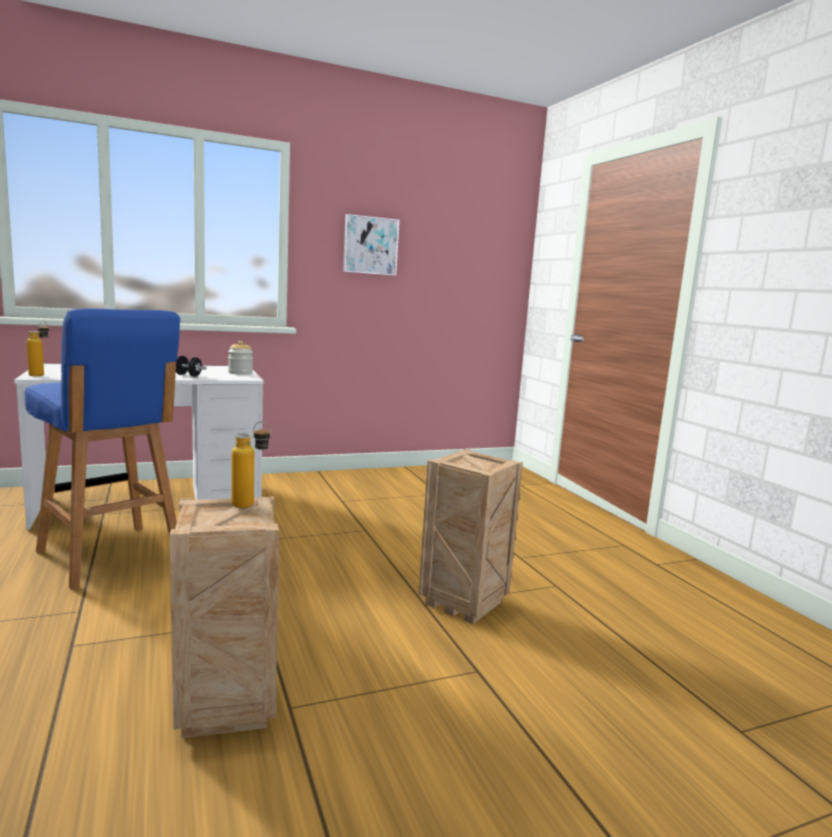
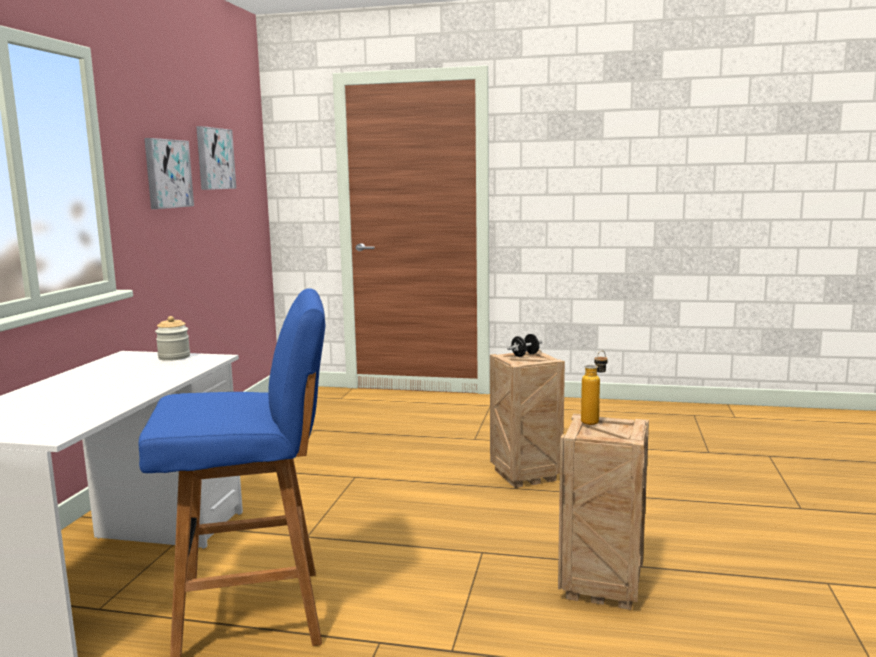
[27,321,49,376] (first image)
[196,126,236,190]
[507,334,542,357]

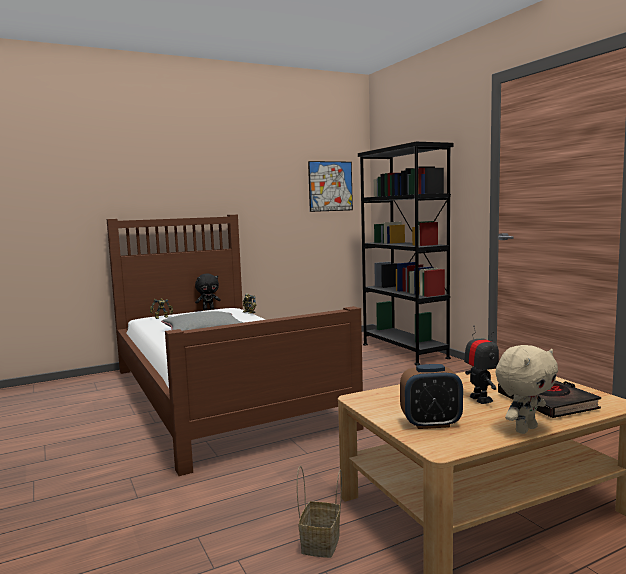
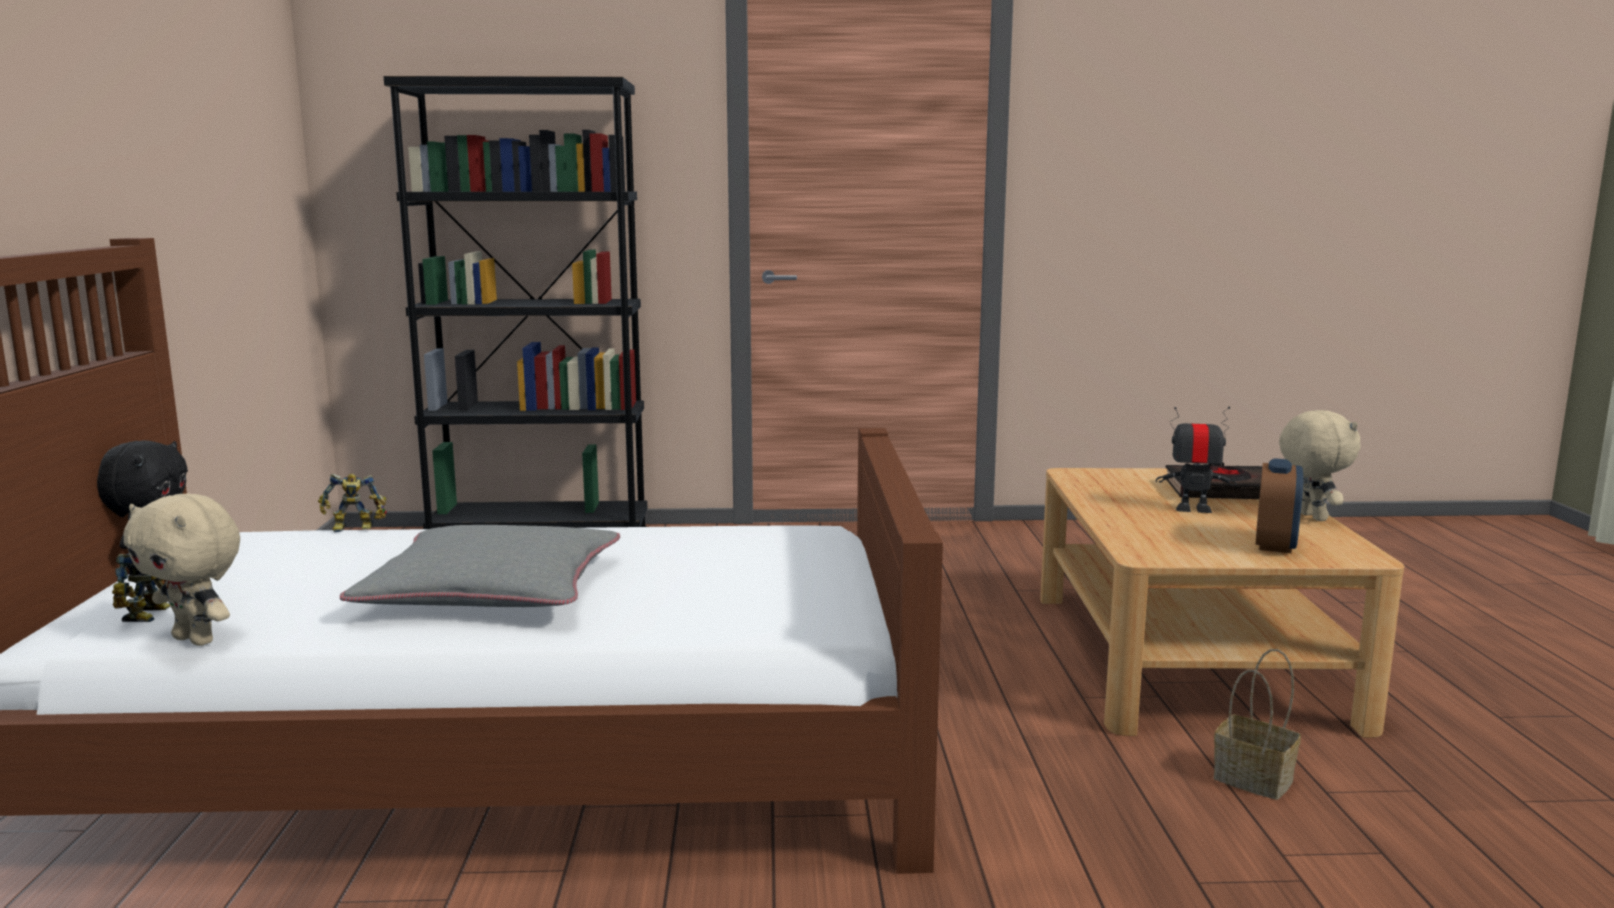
[308,161,353,212] (first image)
[124,494,240,646]

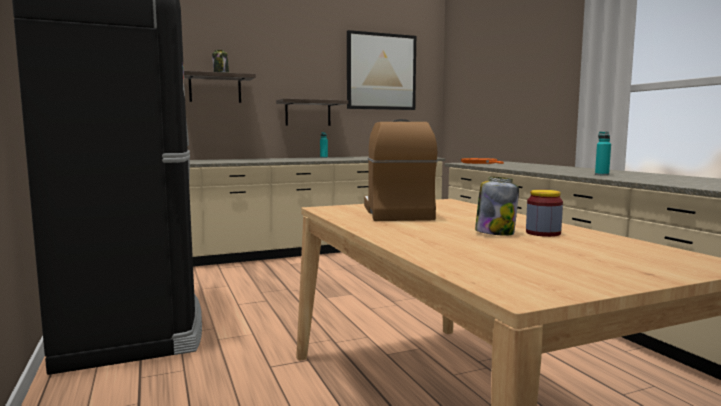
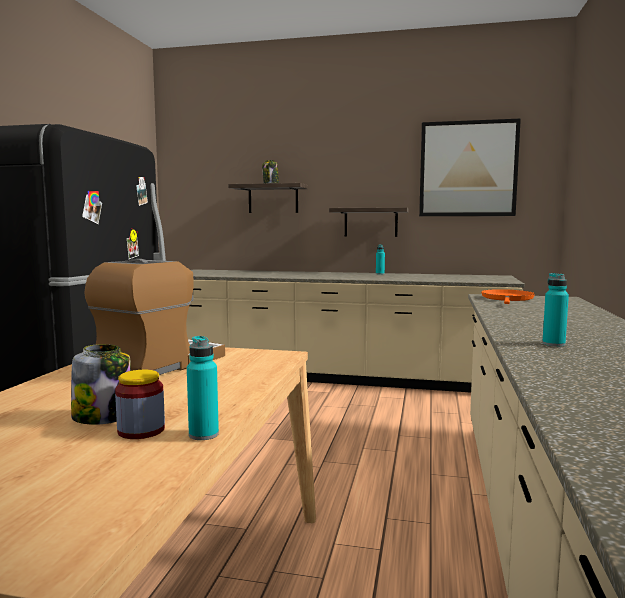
[187,336,219,440]

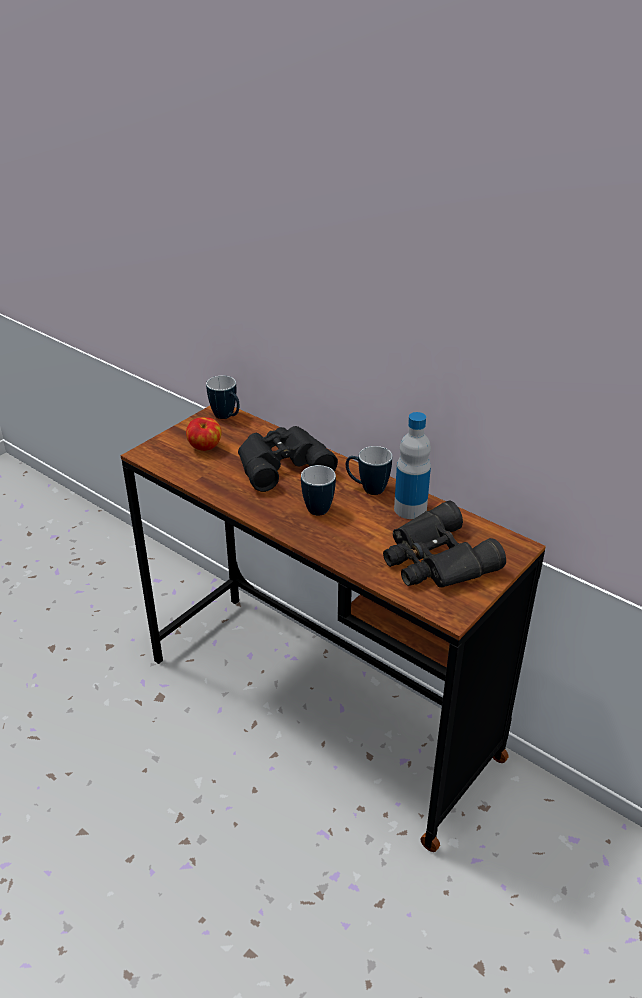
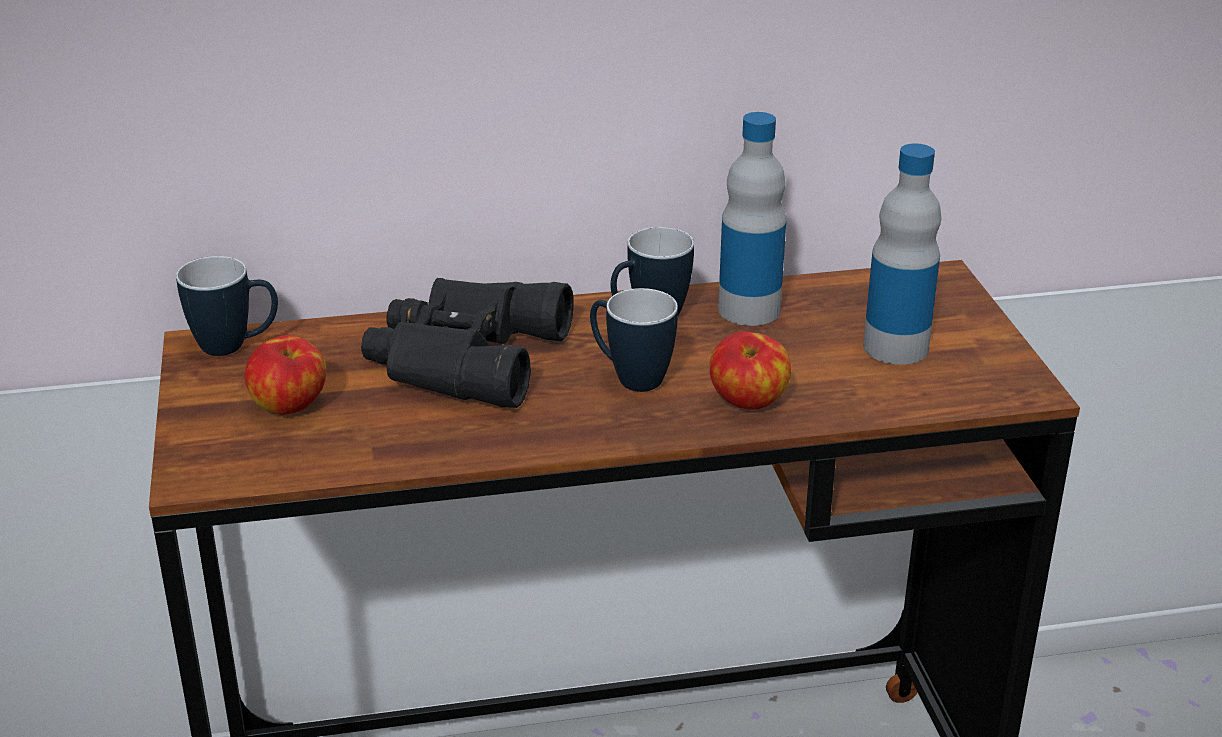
[709,331,791,410]
[863,143,941,365]

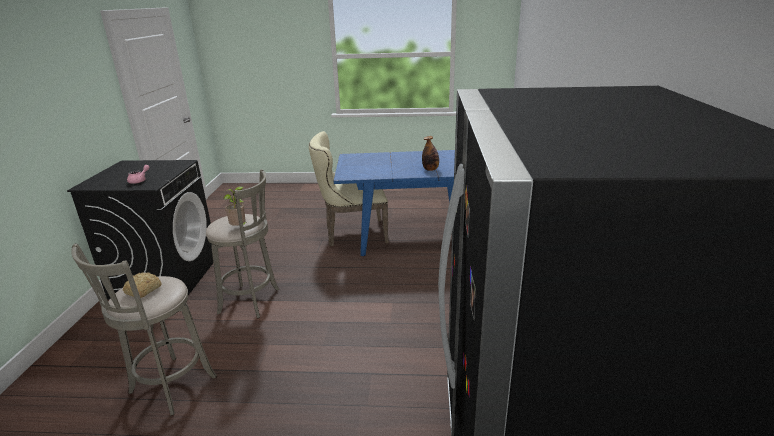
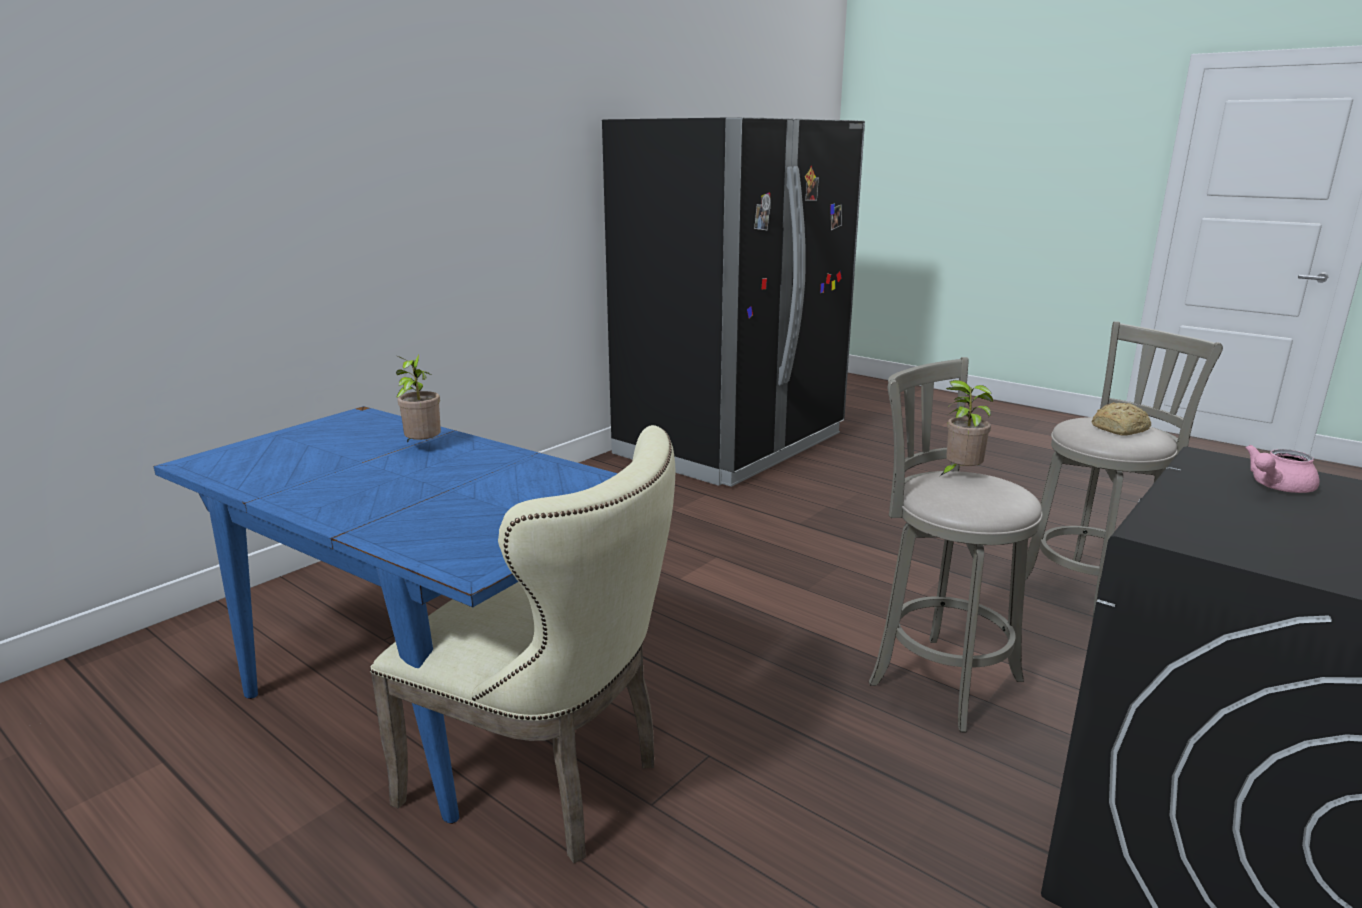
[396,354,441,442]

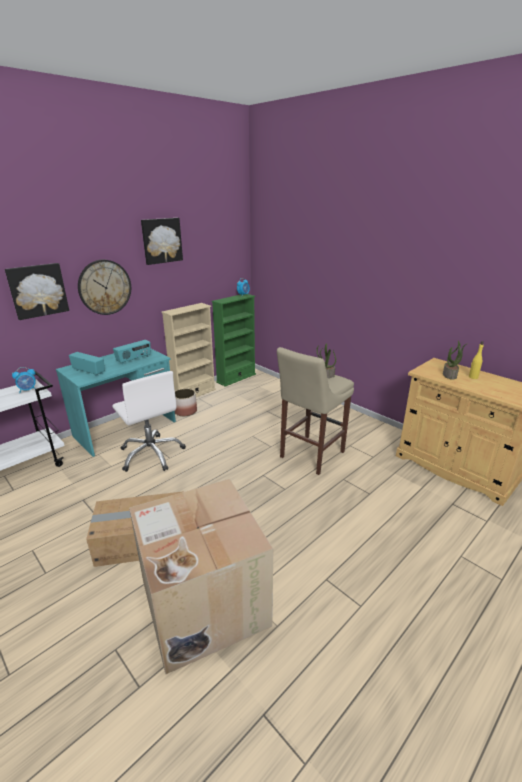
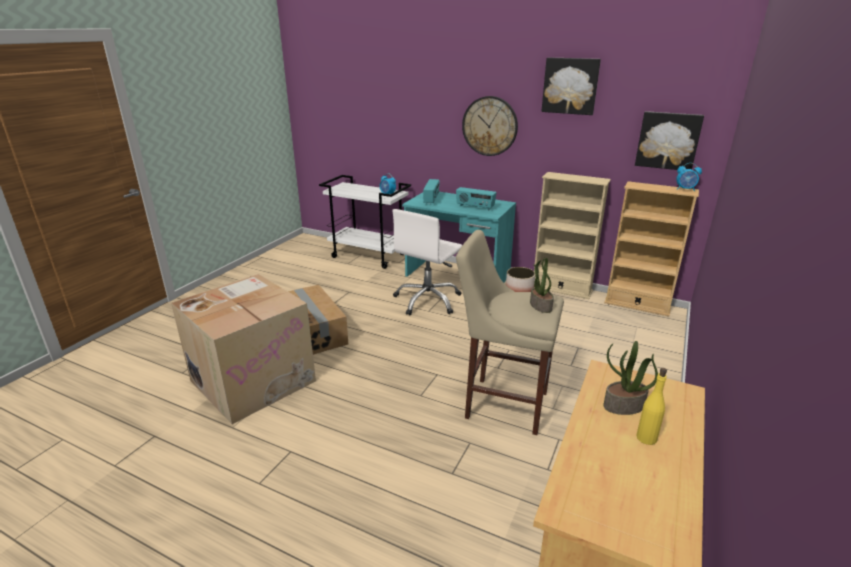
[635,111,704,170]
[604,181,699,316]

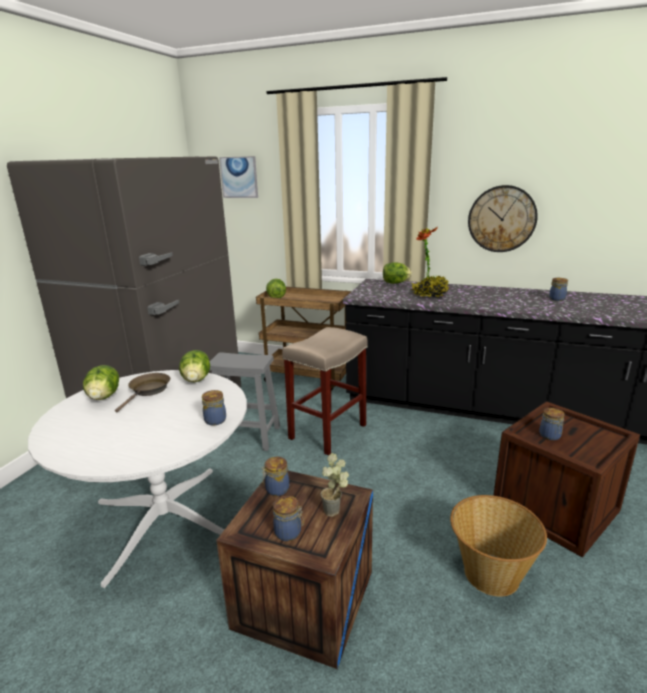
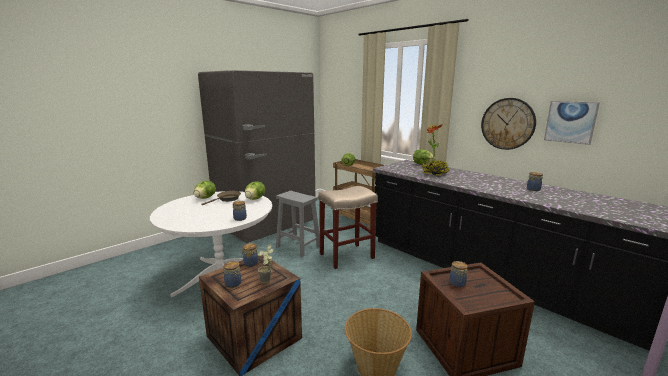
[544,101,600,145]

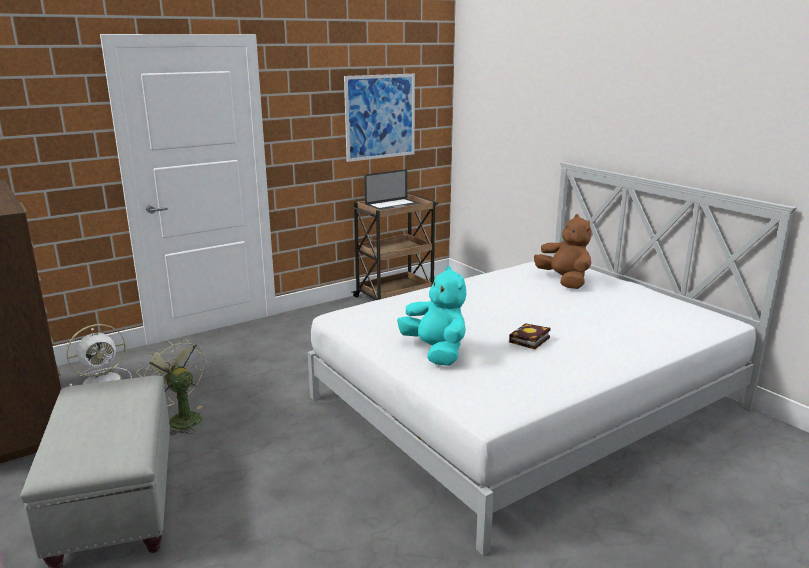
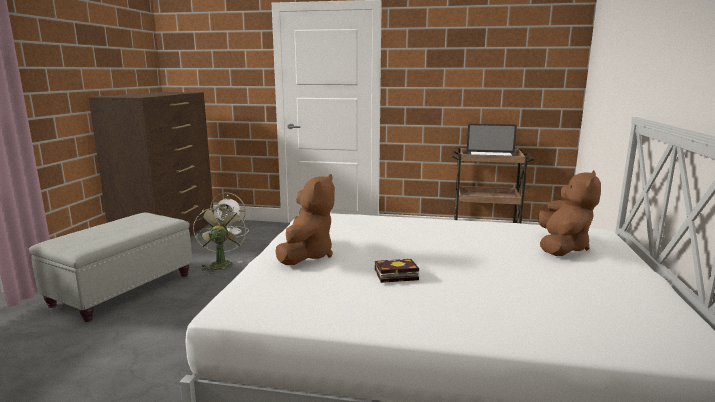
[344,74,415,162] (first image)
[275,174,335,265]

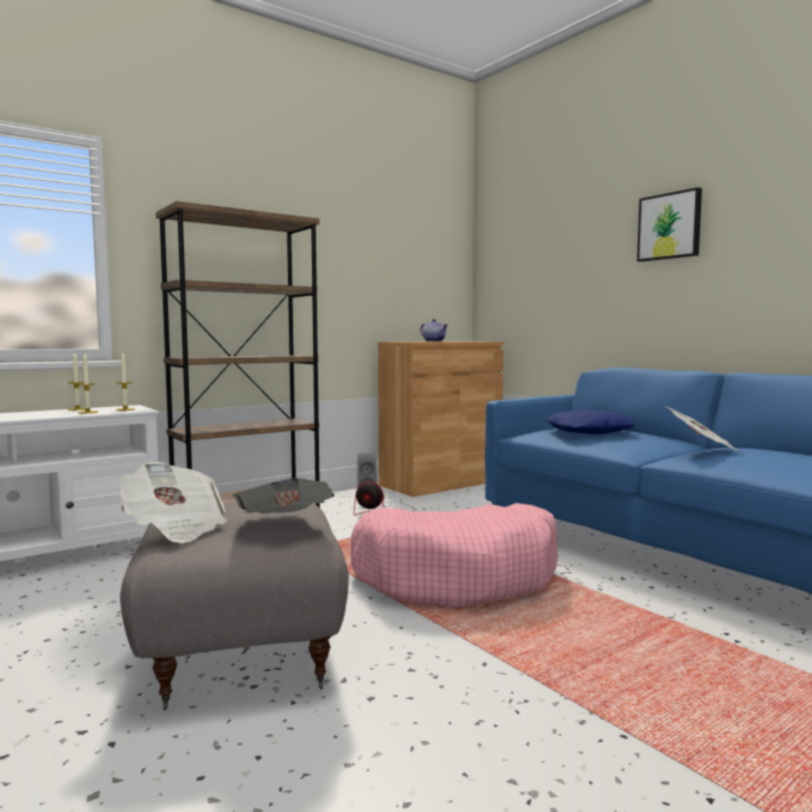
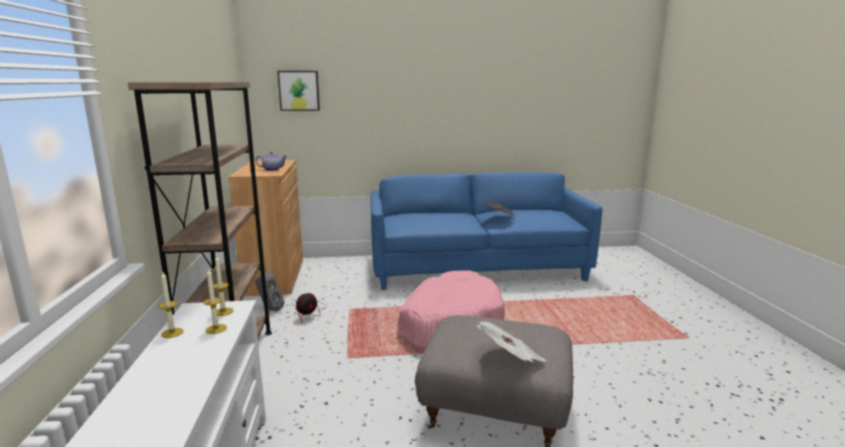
[232,478,334,513] (first image)
[547,409,635,434] (first image)
[277,71,320,111]

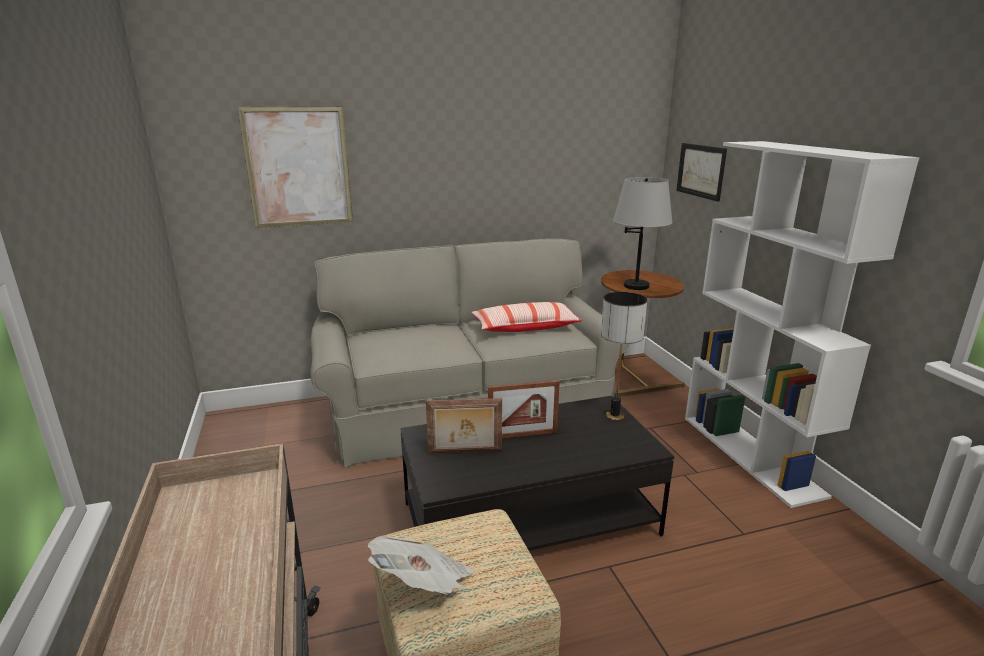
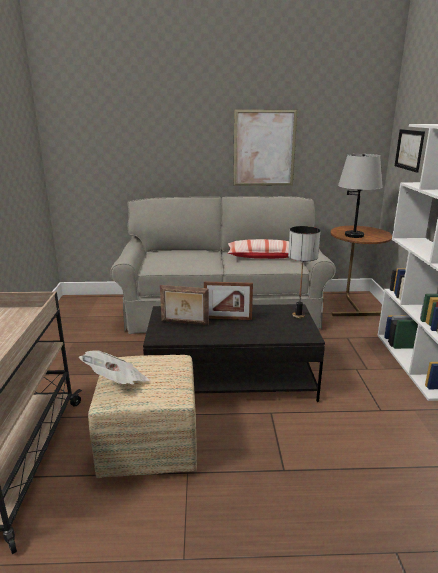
[233,109,298,186]

